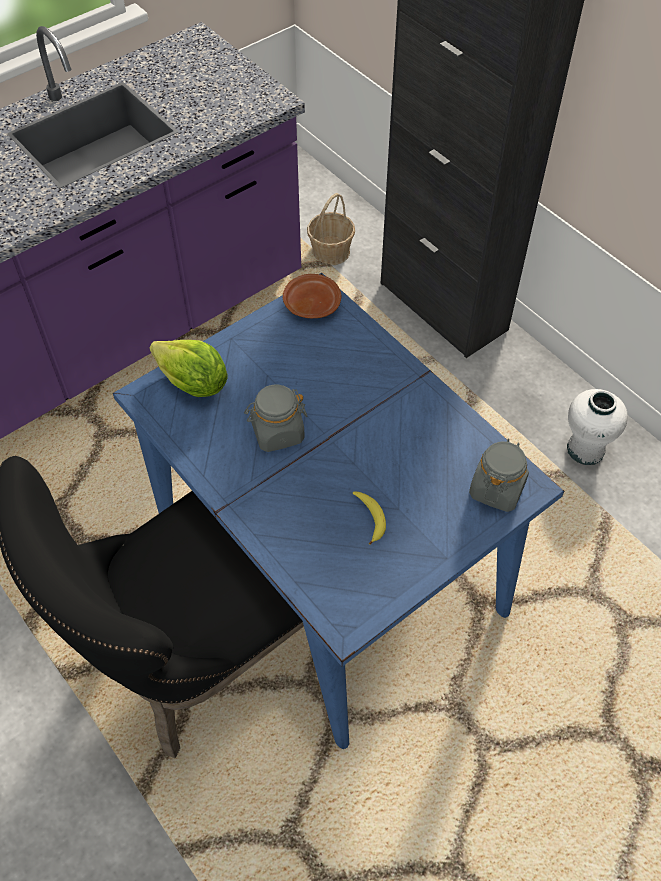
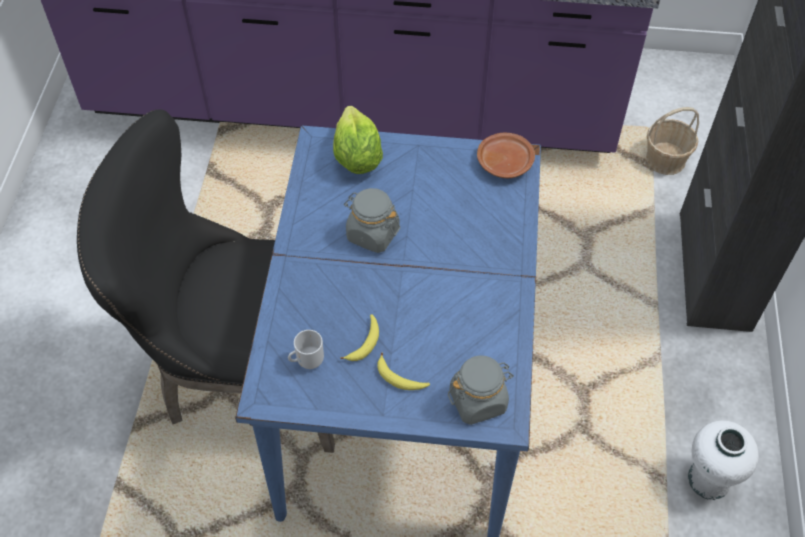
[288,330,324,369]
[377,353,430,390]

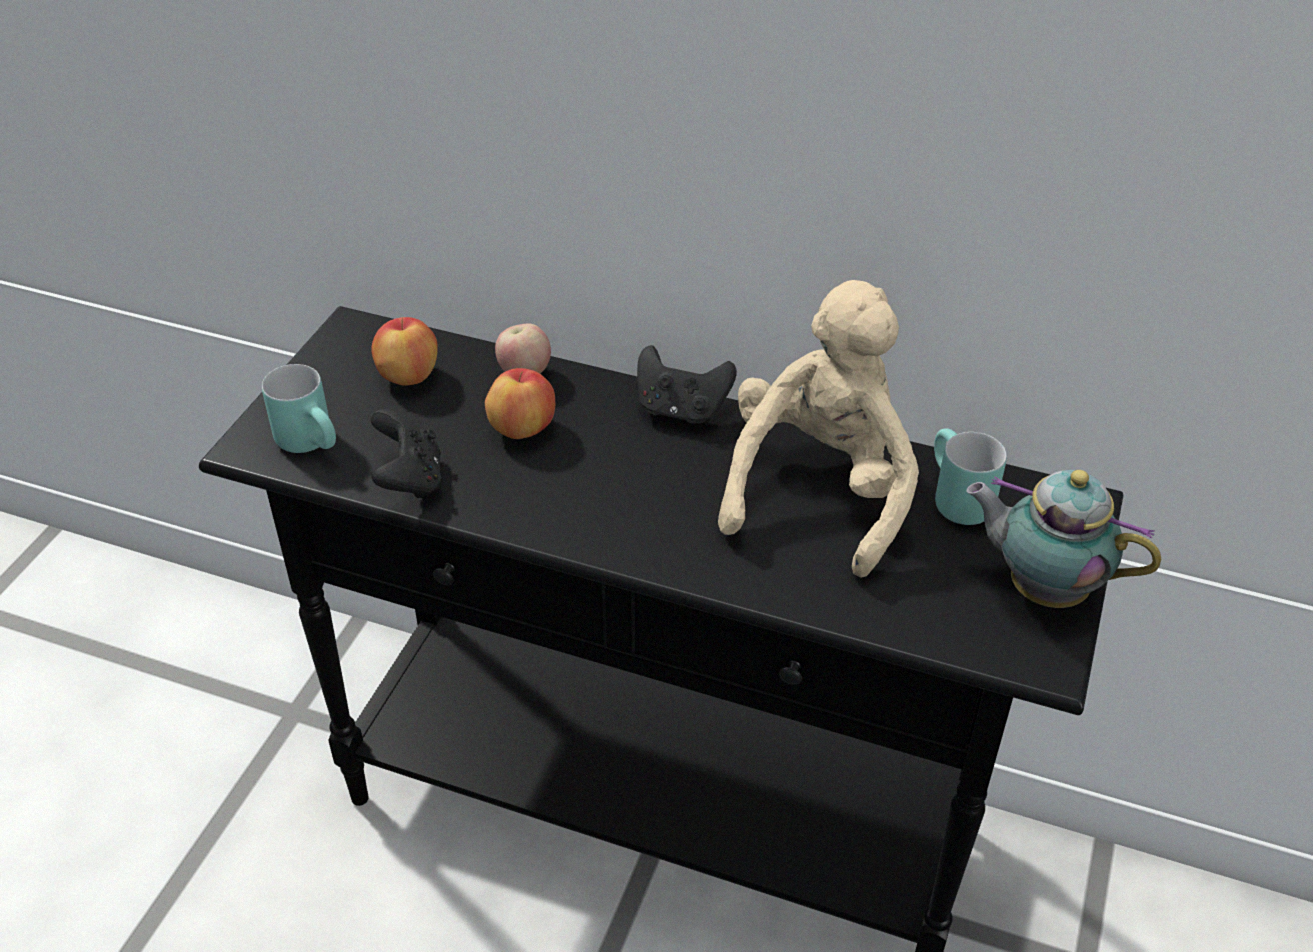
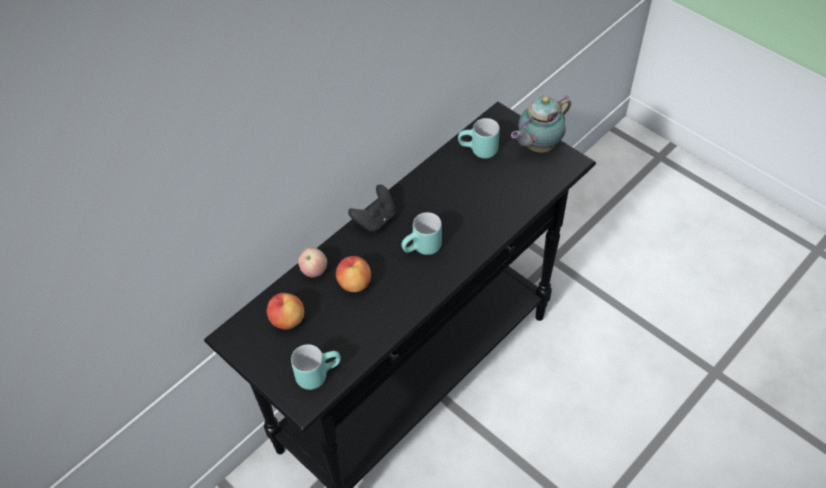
[371,409,442,500] (first image)
[718,280,919,577] (first image)
[401,212,442,255]

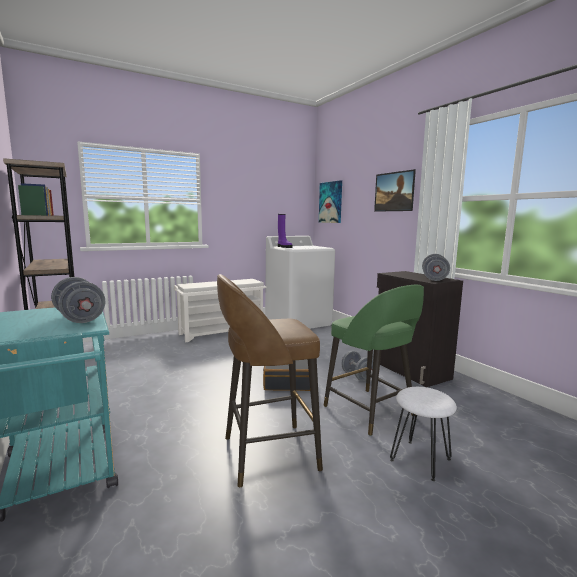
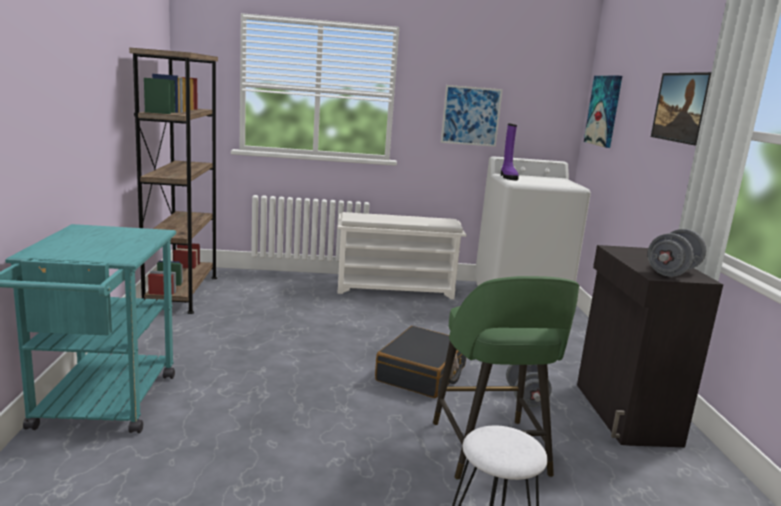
[51,277,105,323] (first image)
[217,274,323,488] (first image)
[441,85,503,147]

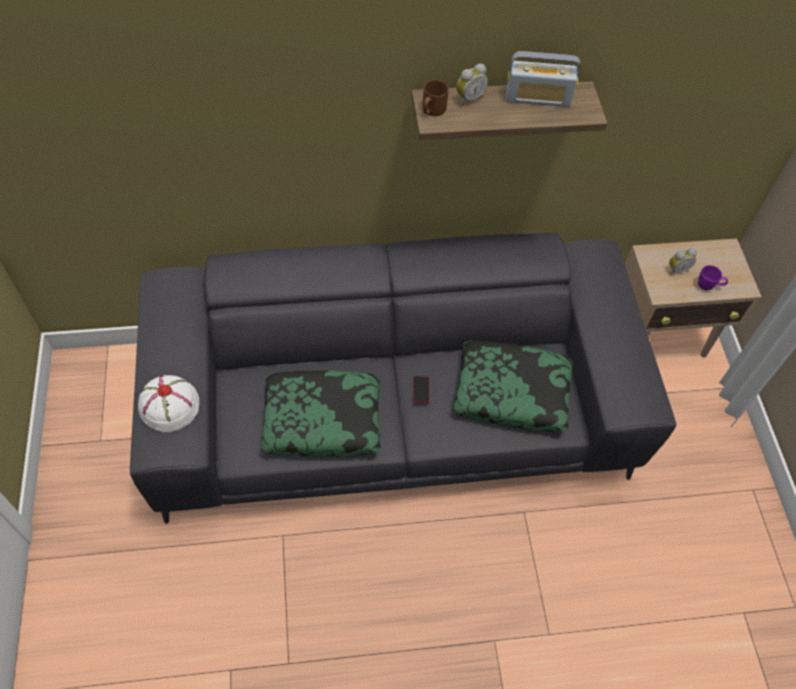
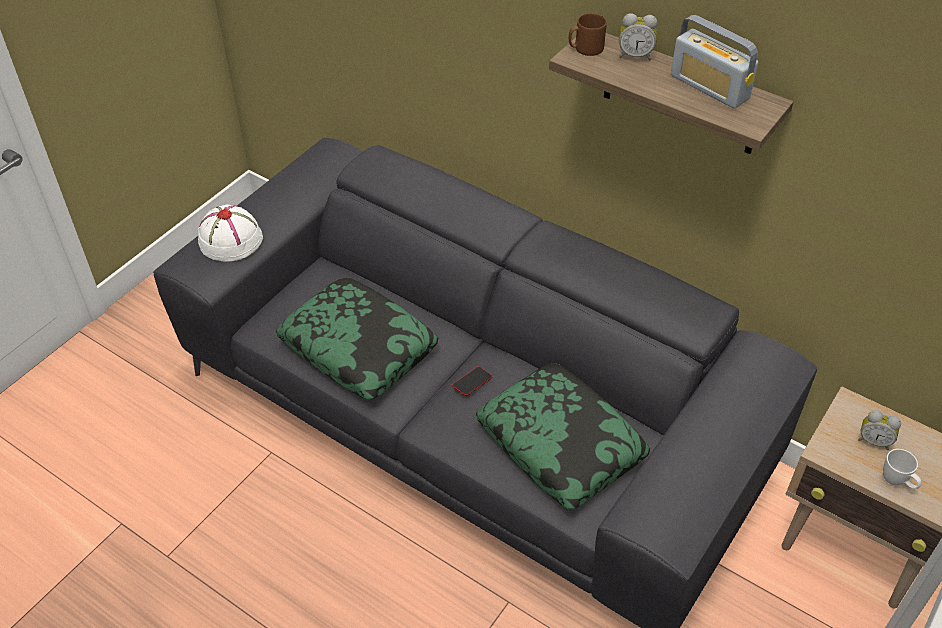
[883,449,922,489]

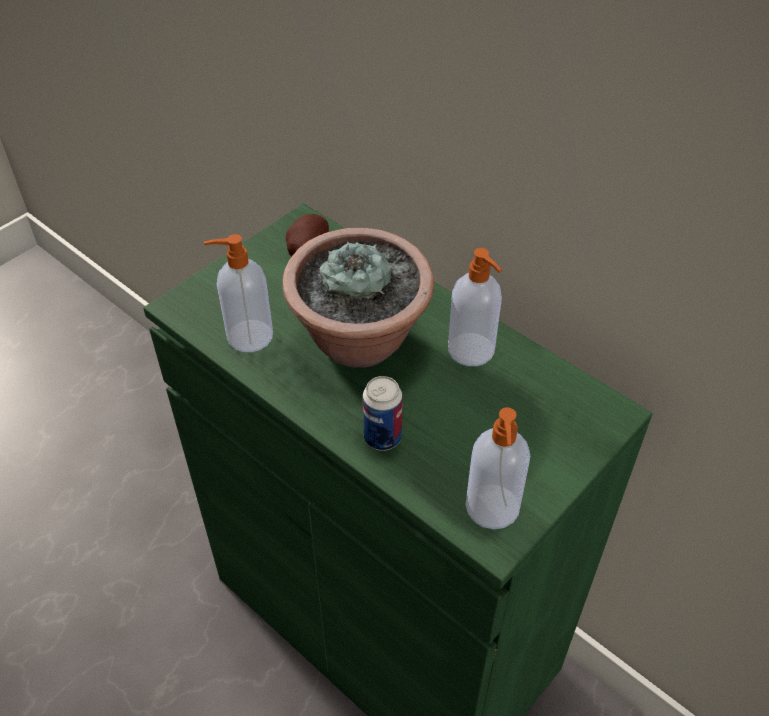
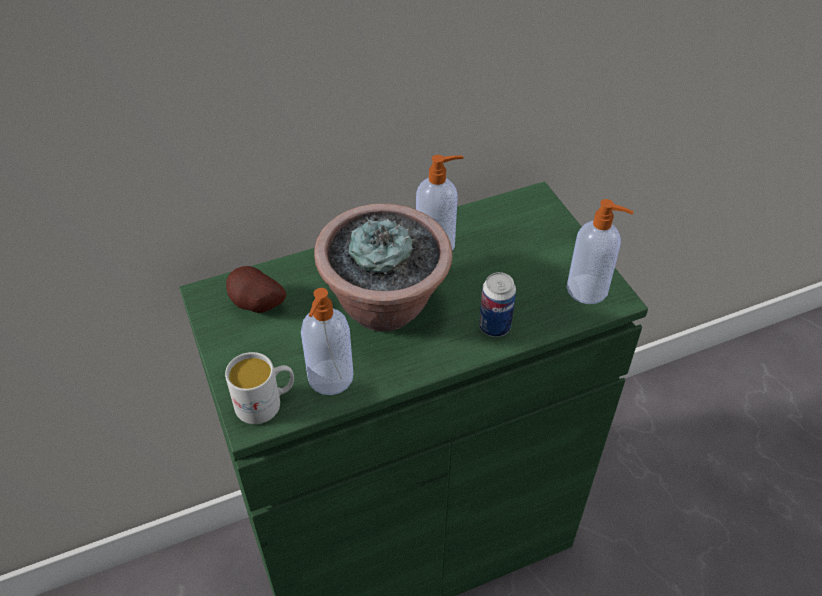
[225,352,294,424]

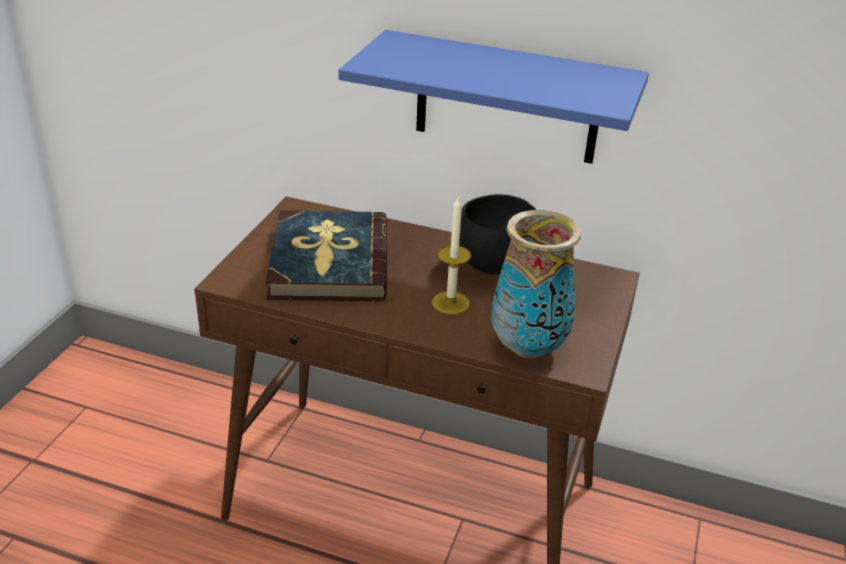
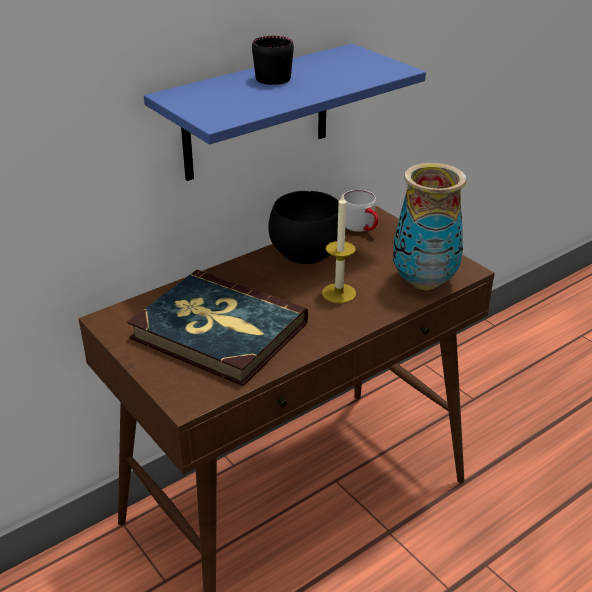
[252,36,294,85]
[343,190,379,232]

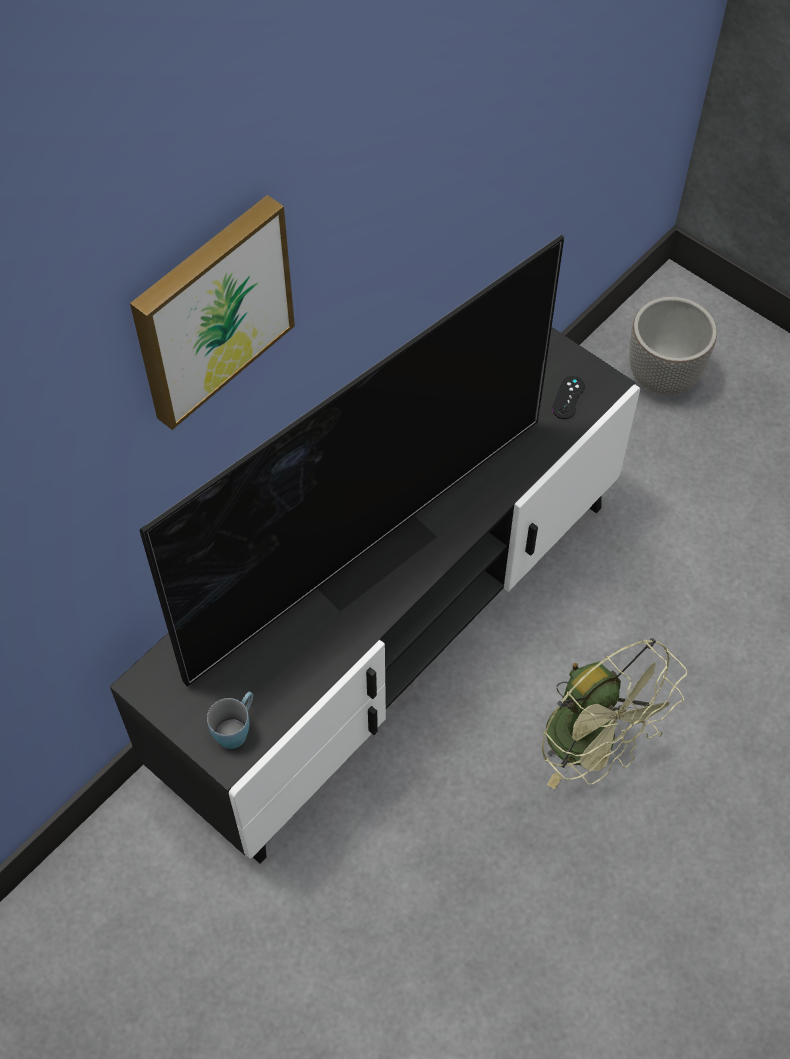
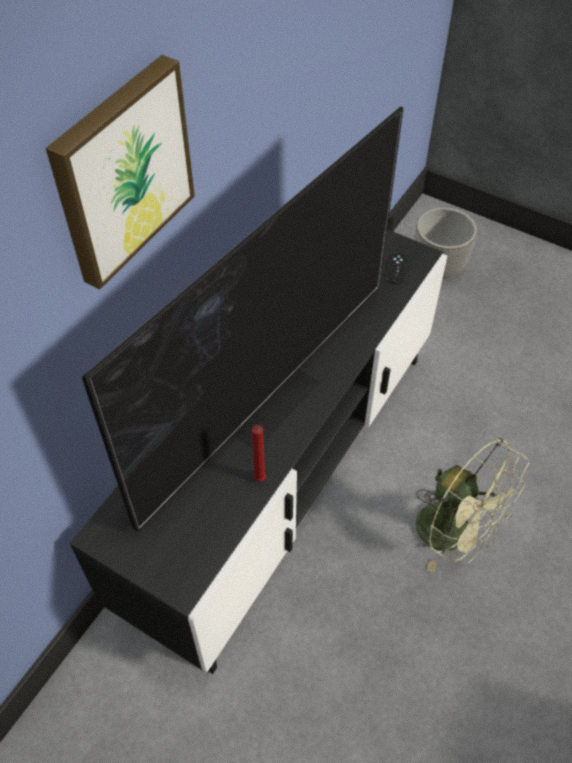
[207,692,253,749] (first image)
[252,425,266,482]

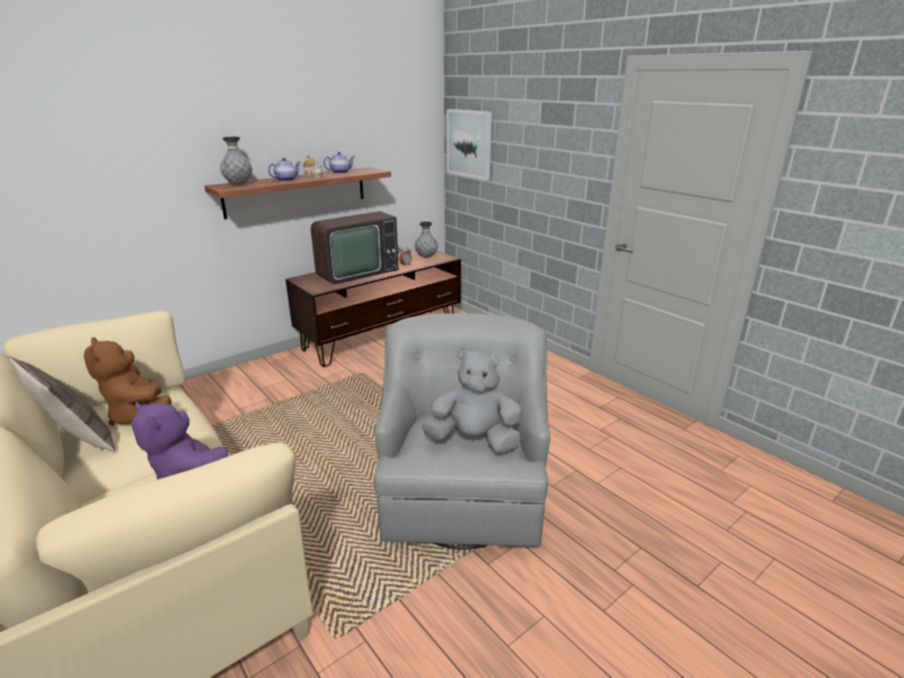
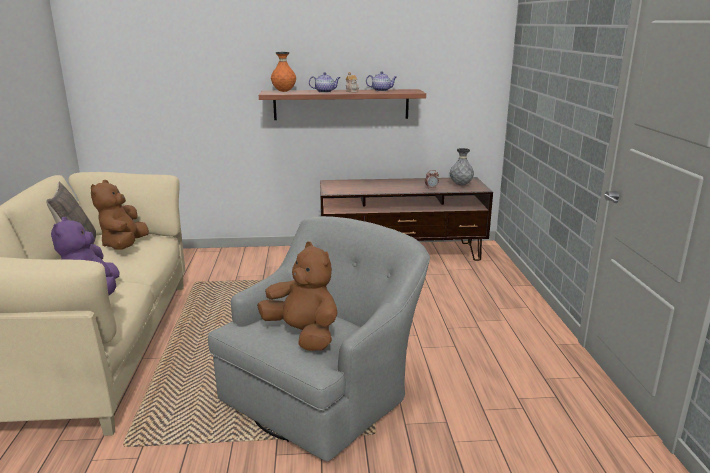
[311,211,399,284] (first image)
[447,109,492,180] (first image)
[271,52,296,92]
[257,242,338,351]

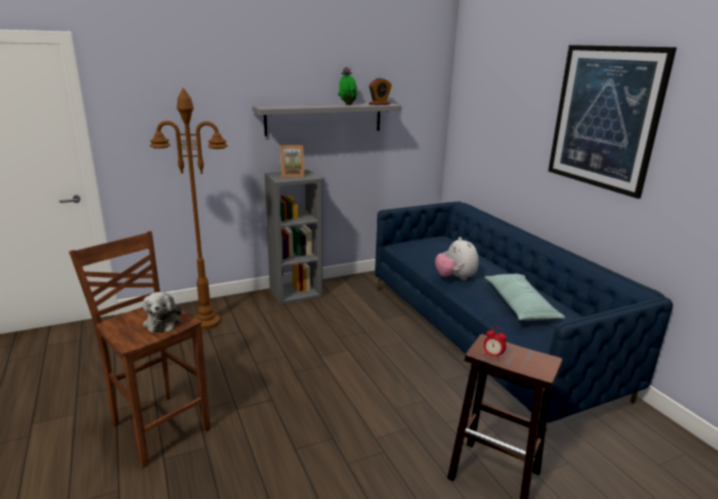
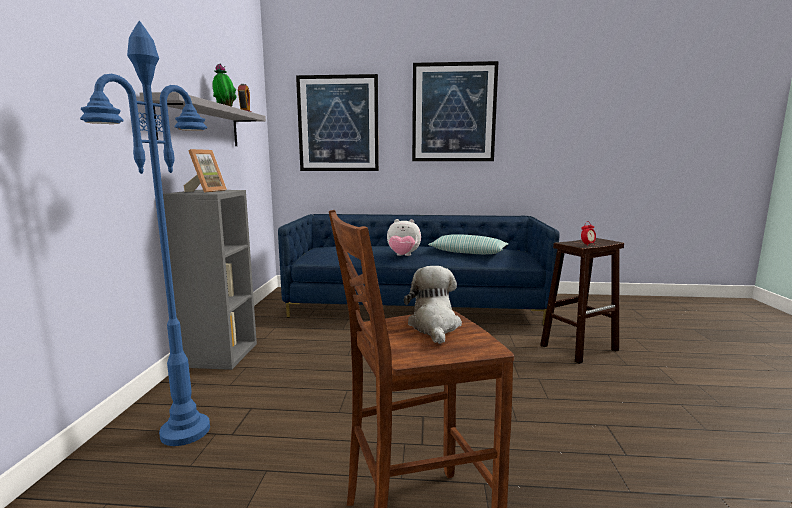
[296,74,379,171]
[80,21,210,446]
[404,266,462,344]

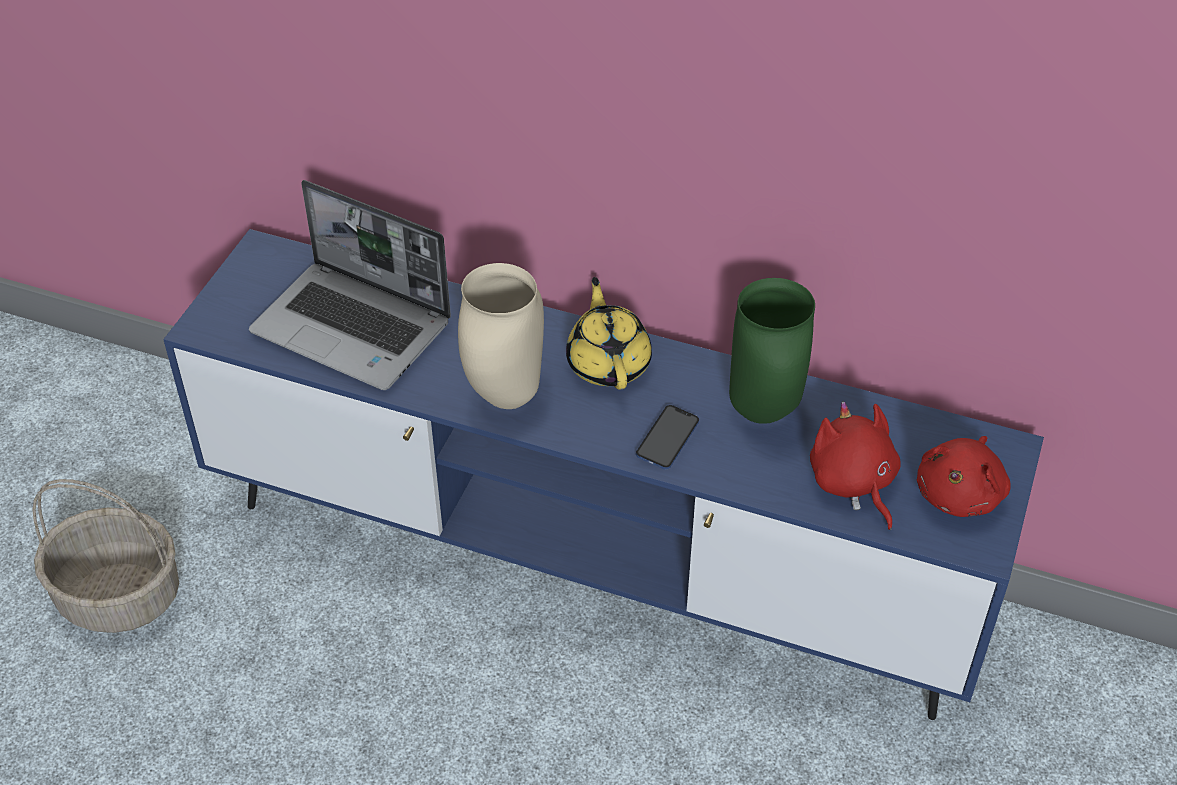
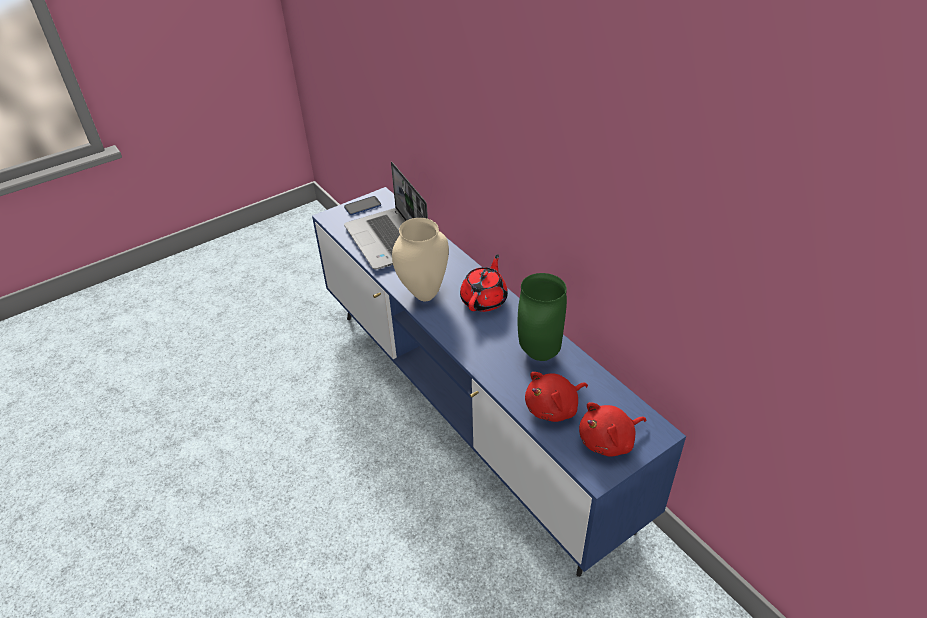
[33,479,179,633] (first image)
[344,196,381,215]
[460,254,508,312]
[525,372,588,422]

